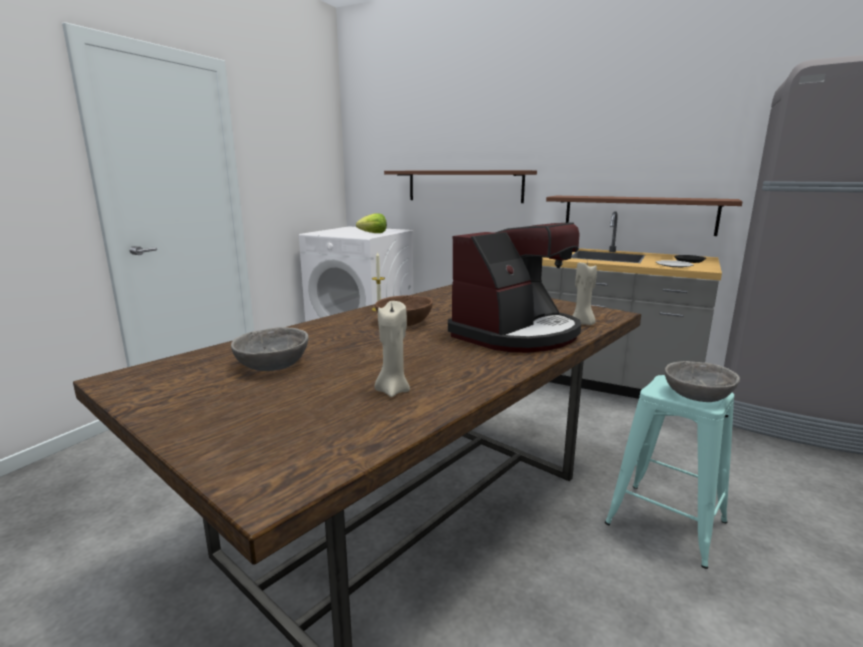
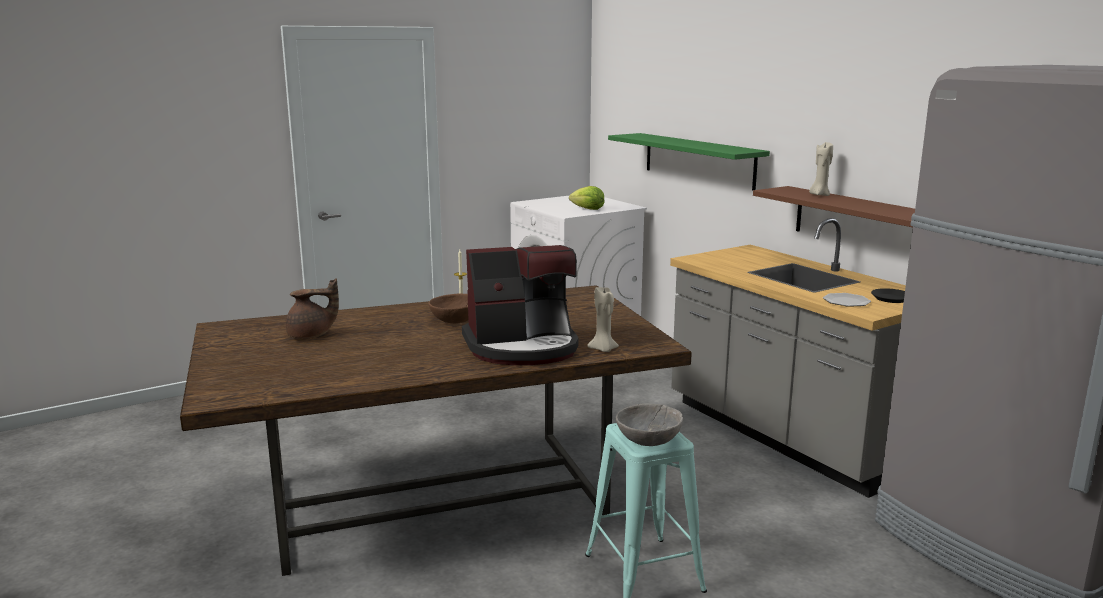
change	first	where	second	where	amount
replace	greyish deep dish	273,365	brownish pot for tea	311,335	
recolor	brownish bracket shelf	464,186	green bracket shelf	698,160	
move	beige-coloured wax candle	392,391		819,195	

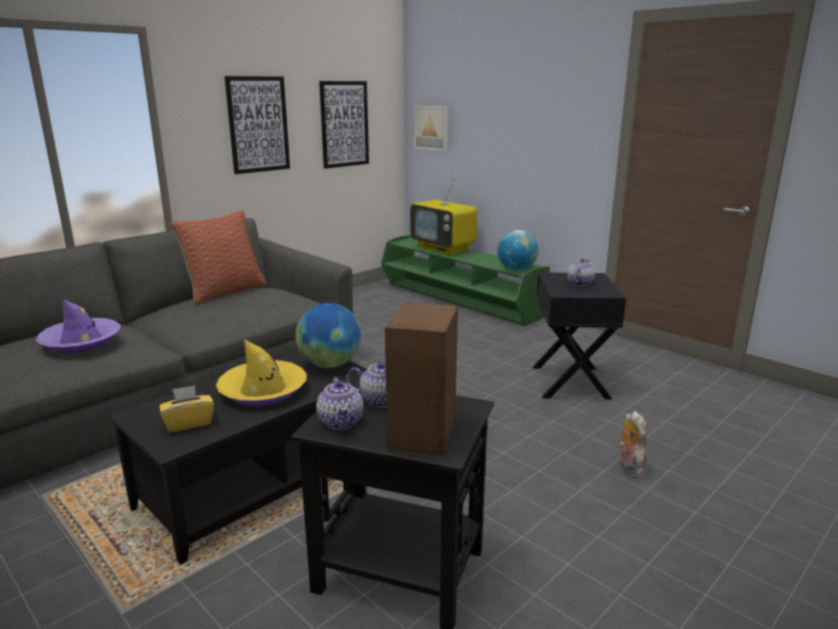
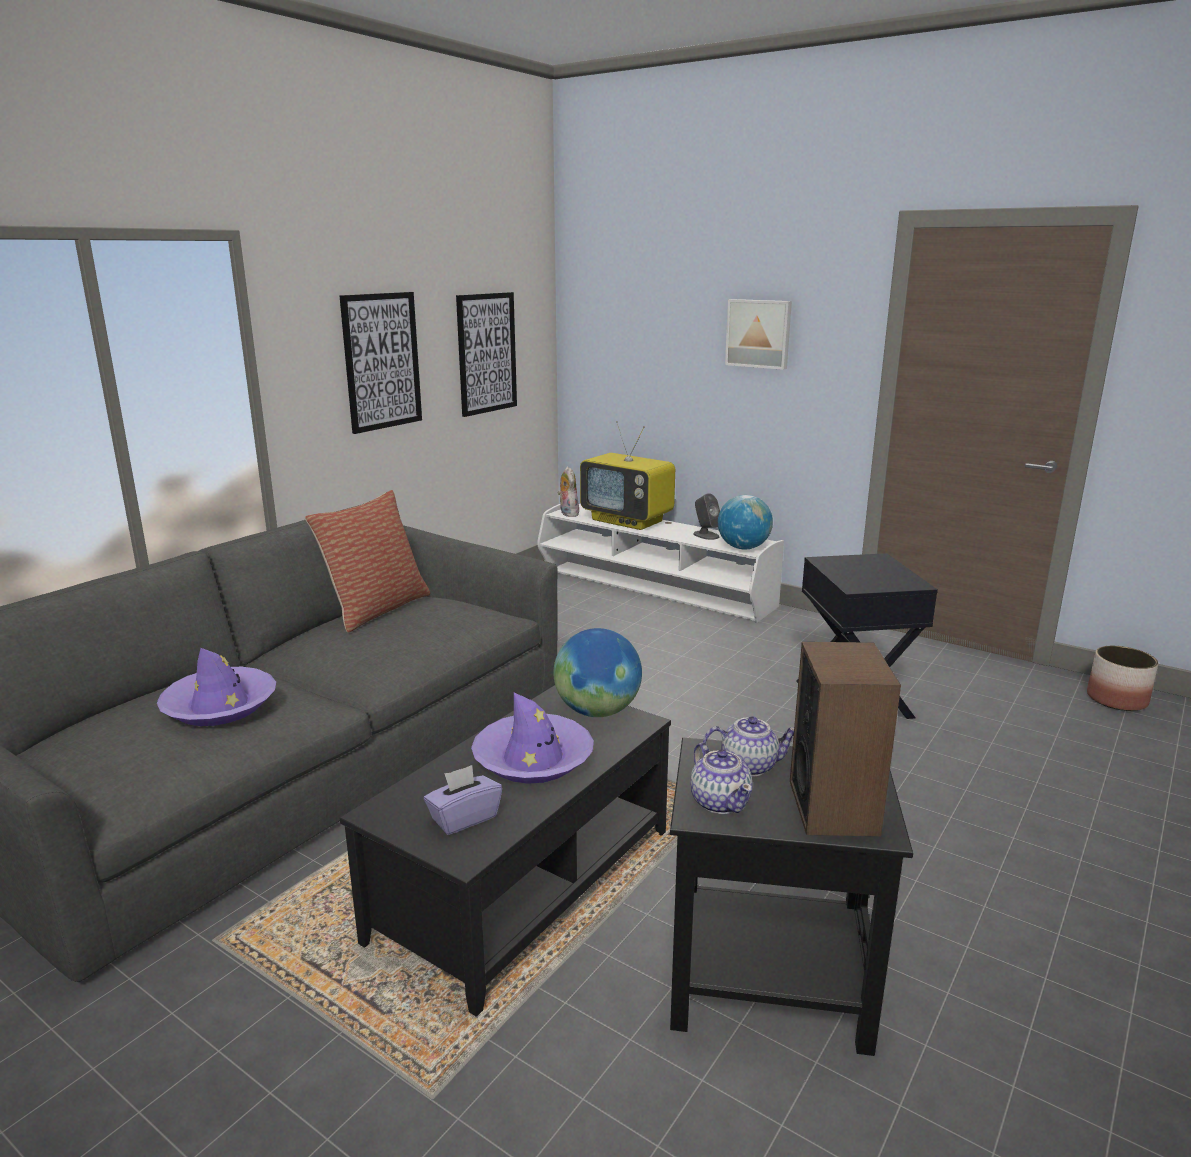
change	first	where	second	where	amount
recolor	yellow tissue box	189,423	purple-coloured tissue box	464,818	
recolor	yellow clothing hat	263,390	purple-coloured clothing hat	533,759	
recolor	green media console	458,301	whitish media console	653,591	
move	plush toy	628,468		567,513	
insert			greyish audio speaker	706,535	
move	wall art	432,127		759,333	
insert			plant pot	1117,700	
delete	pot for tea	579,283			

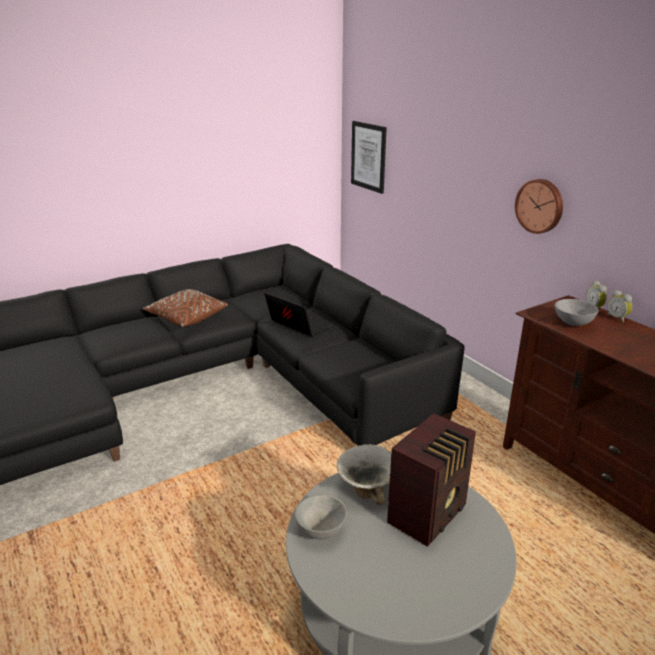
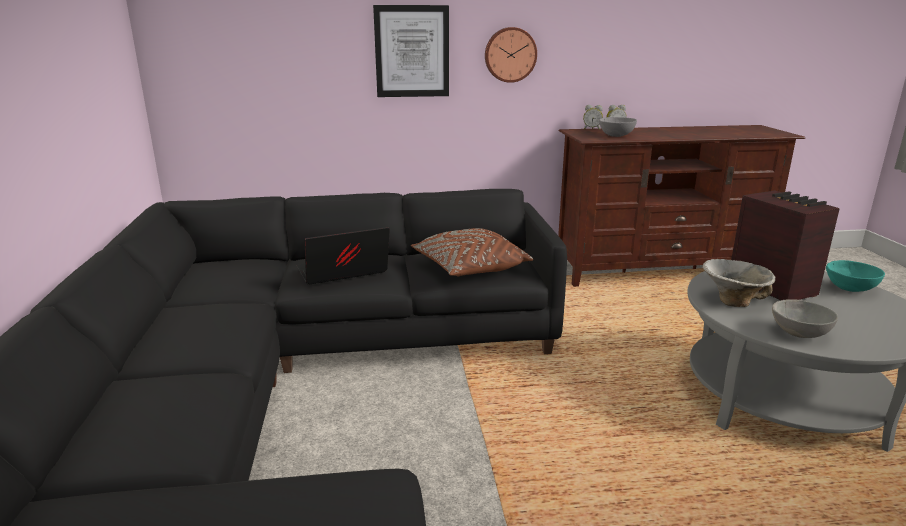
change	first	where	second	where	amount
move	wall art	368,156		412,51	
move	brownish throw pillow	186,317		469,268	
insert			blue-green deep dish	850,289	

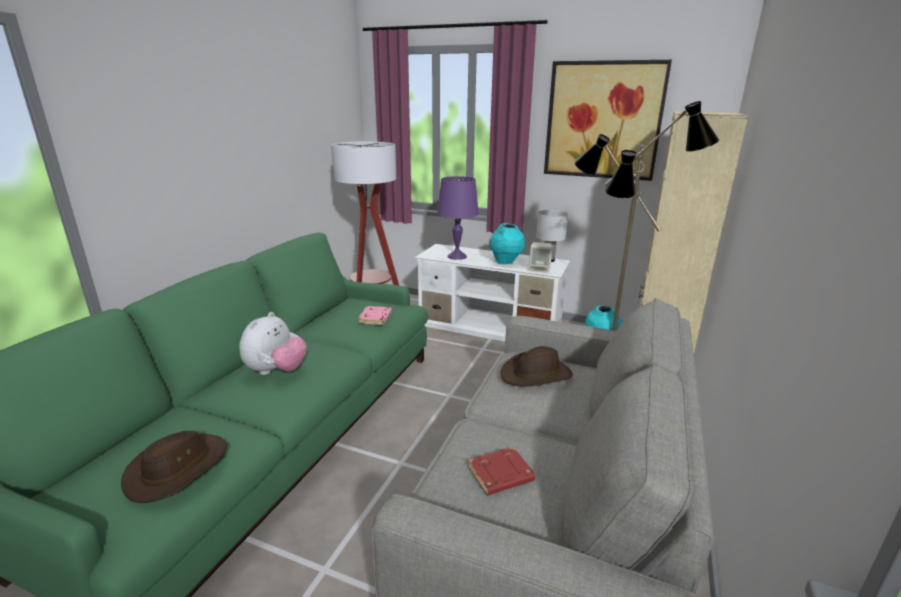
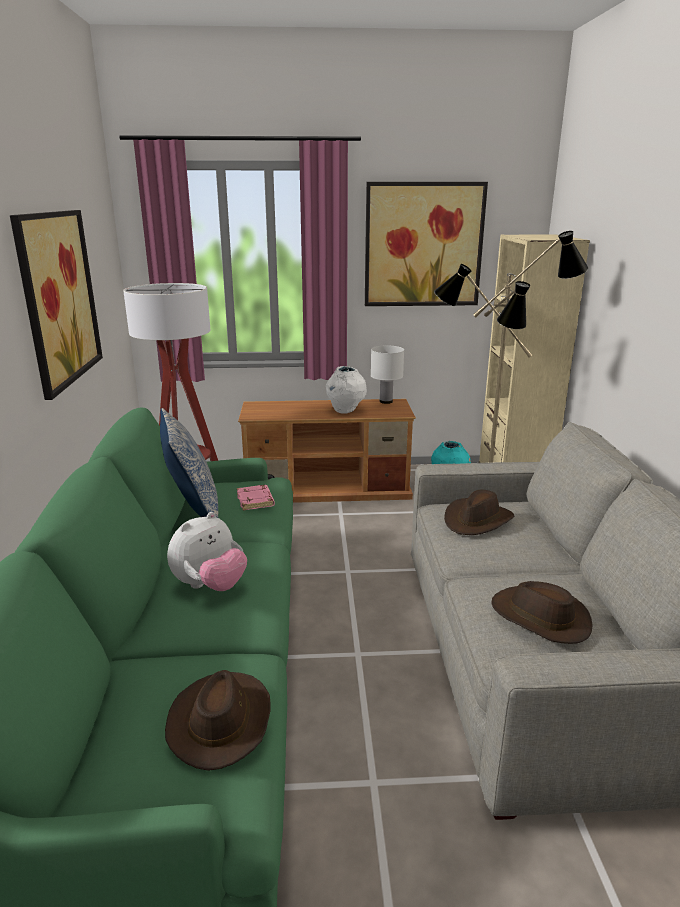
change	first	where	second	where	amount
insert			wall art	58,298	
insert			throw pillow	193,509	
rotate	plush toy	276,371		210,586	45 degrees clockwise
recolor	whitish media console	490,326	brownish media console	328,488	
recolor	blue-green flower vase	505,262	whitish flower vase	345,411	
replace	red volume	500,476	brownish clothing hat	540,618	
delete	purple-coloured tabletop lamp	457,256			
delete	beige-coloured audio speaker	540,269			

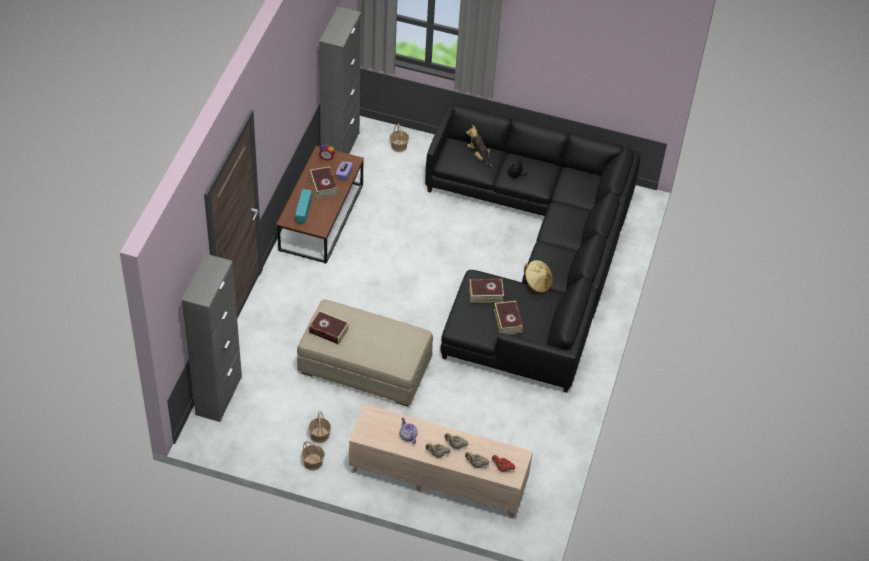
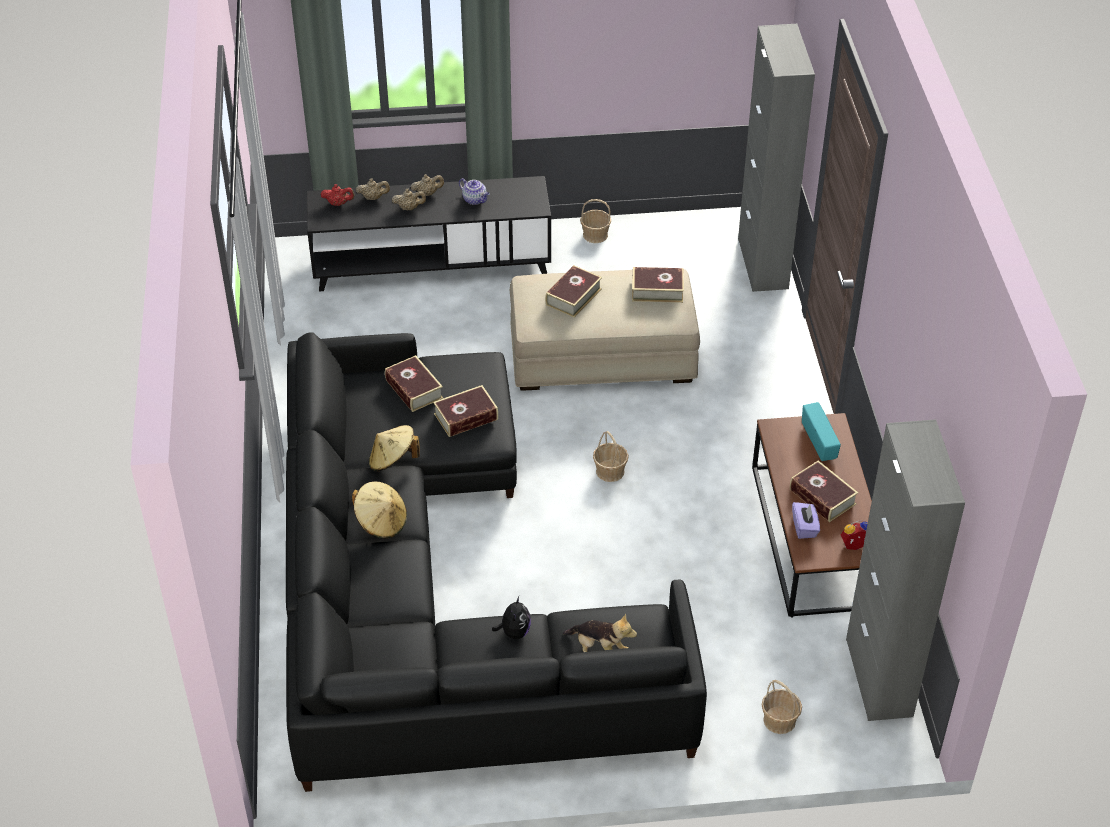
change	first	where	second	where	amount
recolor	beige-coloured media console	438,478	black-coloured media console	432,265	
insert			beige-coloured clothing hat	381,522	
insert			volume	573,297	
move	basket	319,435		610,471	

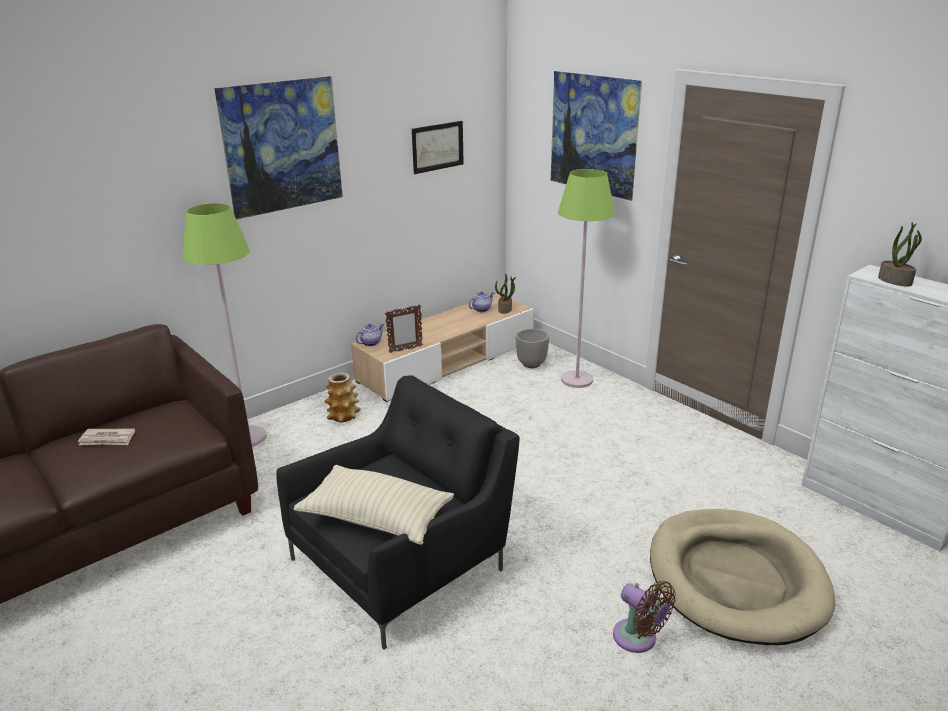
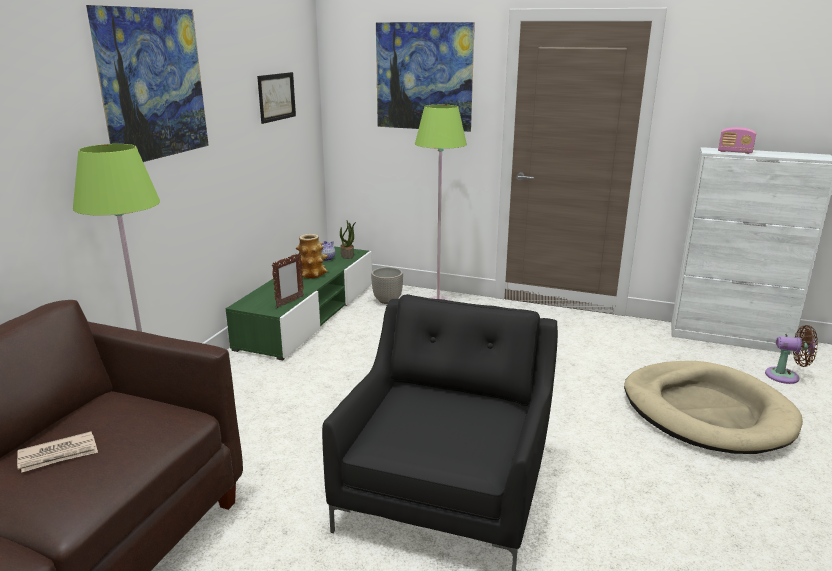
change	first	where	second	where	amount
recolor	beige-coloured media console	447,362	green media console	309,314	
move	flower vase	344,416		312,274	
replace	houseplant	895,281	radio	734,152	
move	brownish cooling fan	638,639		786,376	
delete	beige-coloured throw pillow	376,518			
delete	pot for tea	371,343			

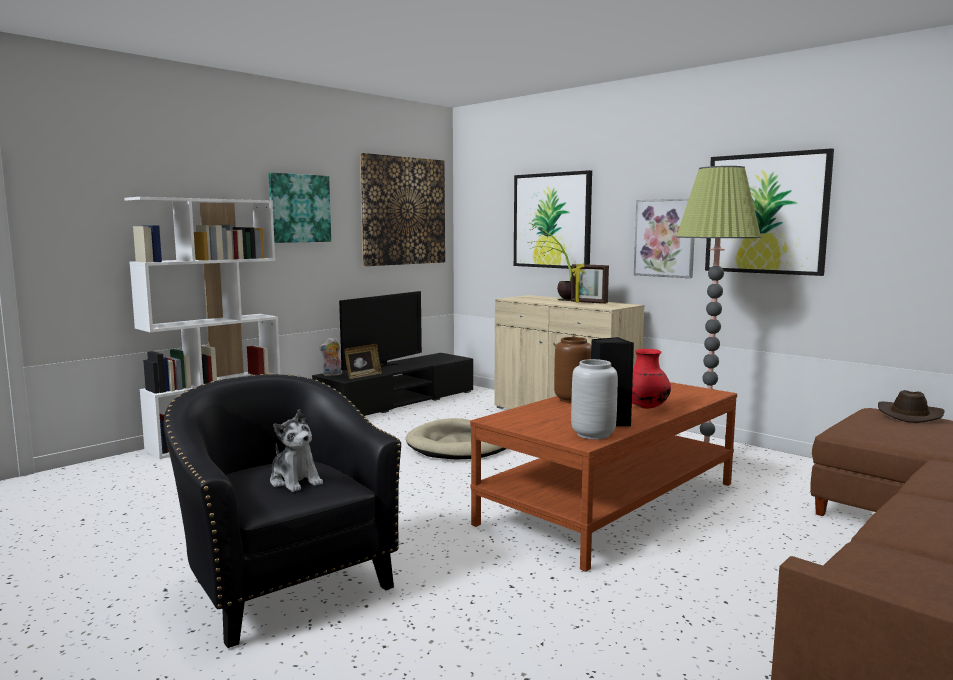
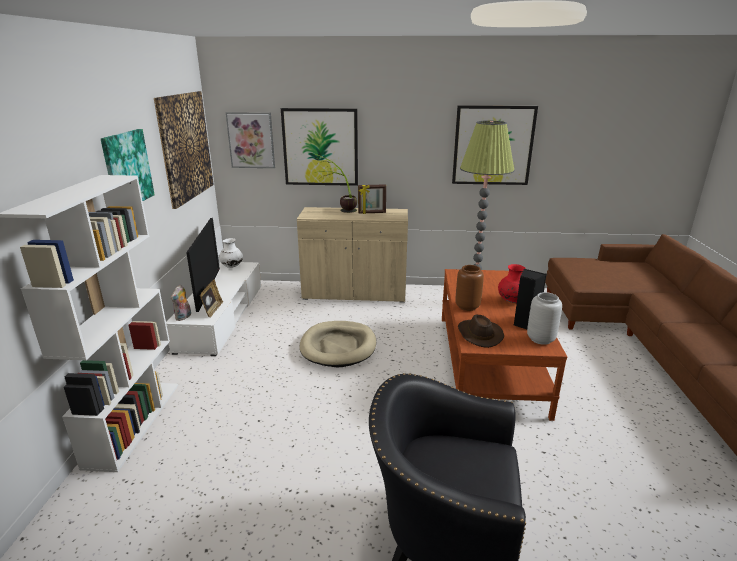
change	first	where	second	where	amount
recolor	black-coloured media console	398,402	whitish media console	222,317	
insert			whitish flower vase	232,266	
move	wall art	665,238		251,140	
move	brownish clothing hat	909,415		479,334	
delete	plush toy	295,481			

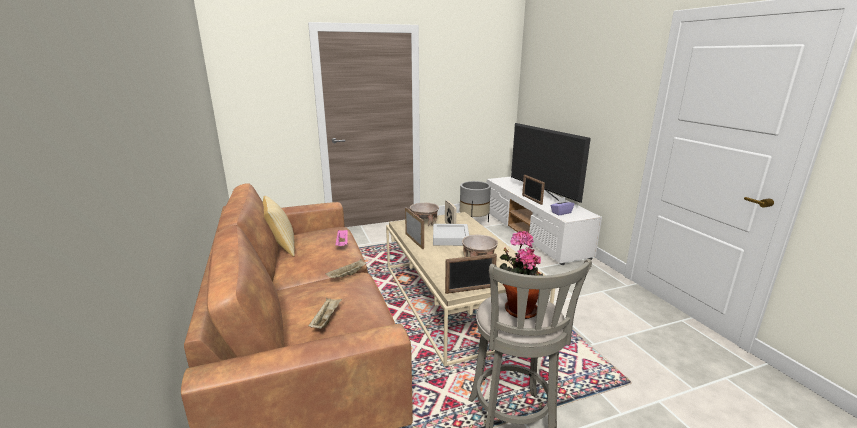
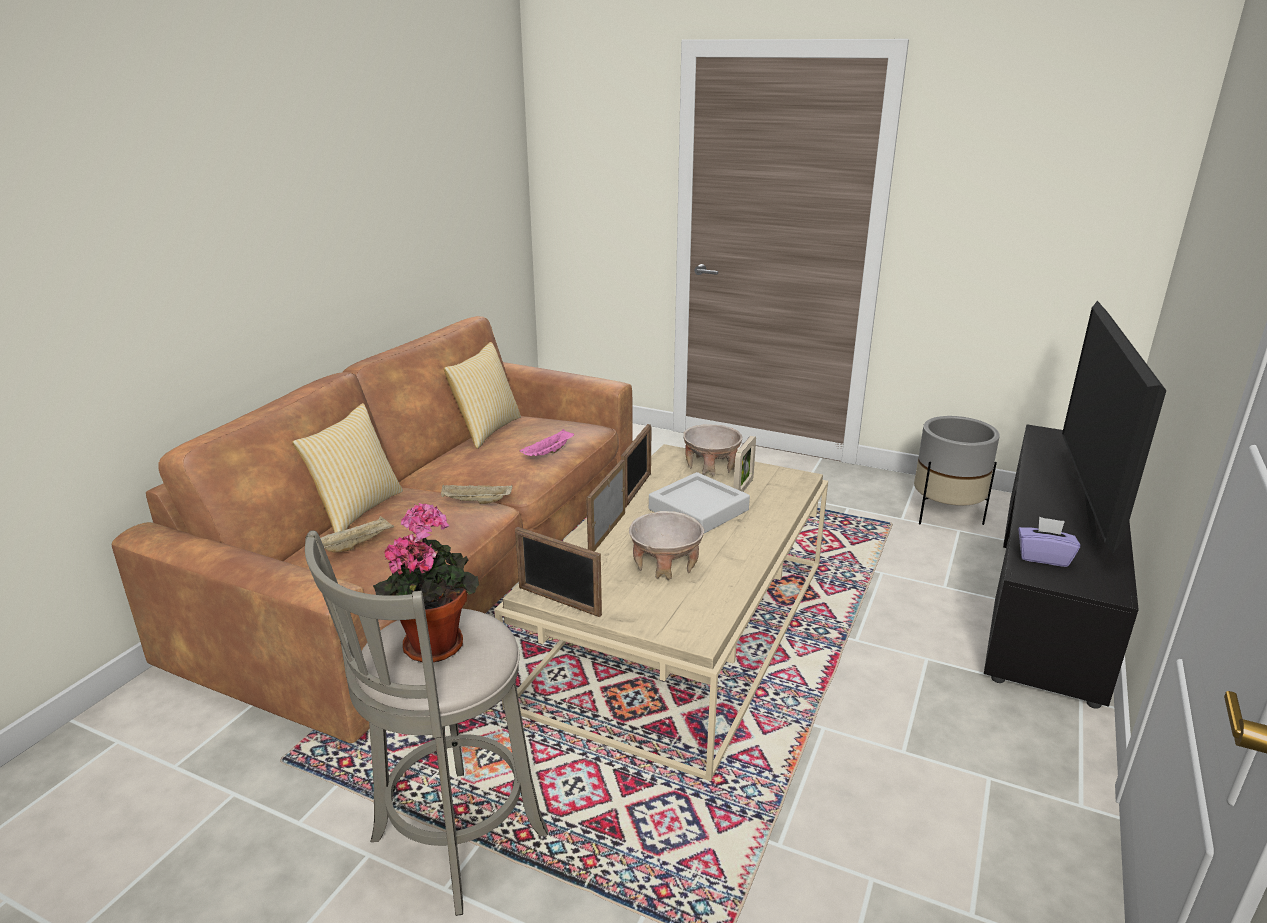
change	first	where	second	where	amount
insert			throw pillow	356,510	
move	picture frame	531,200		607,532	
recolor	whitish media console	533,233	black-coloured media console	1050,590	

